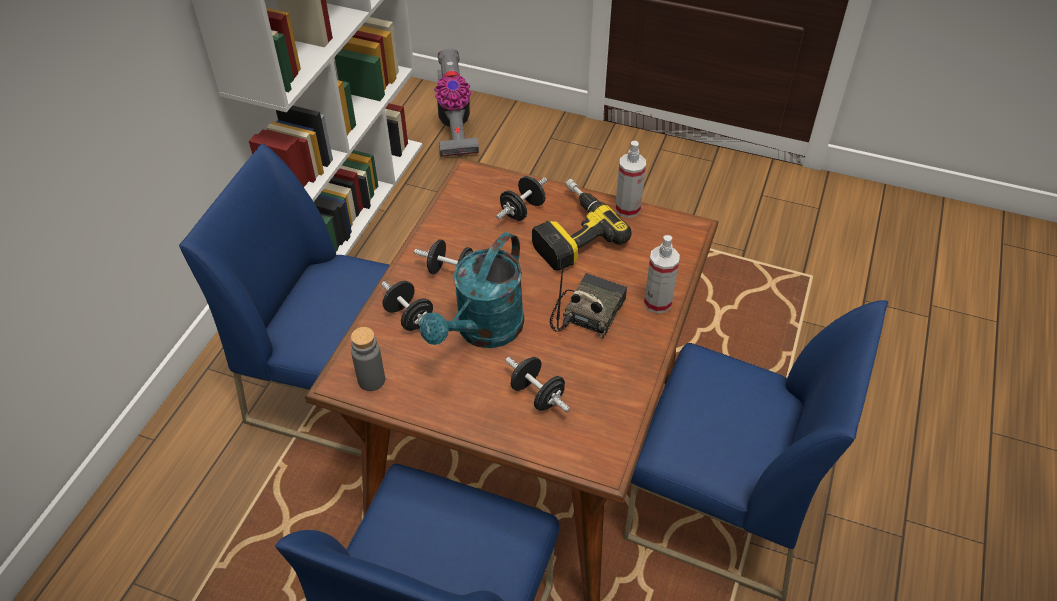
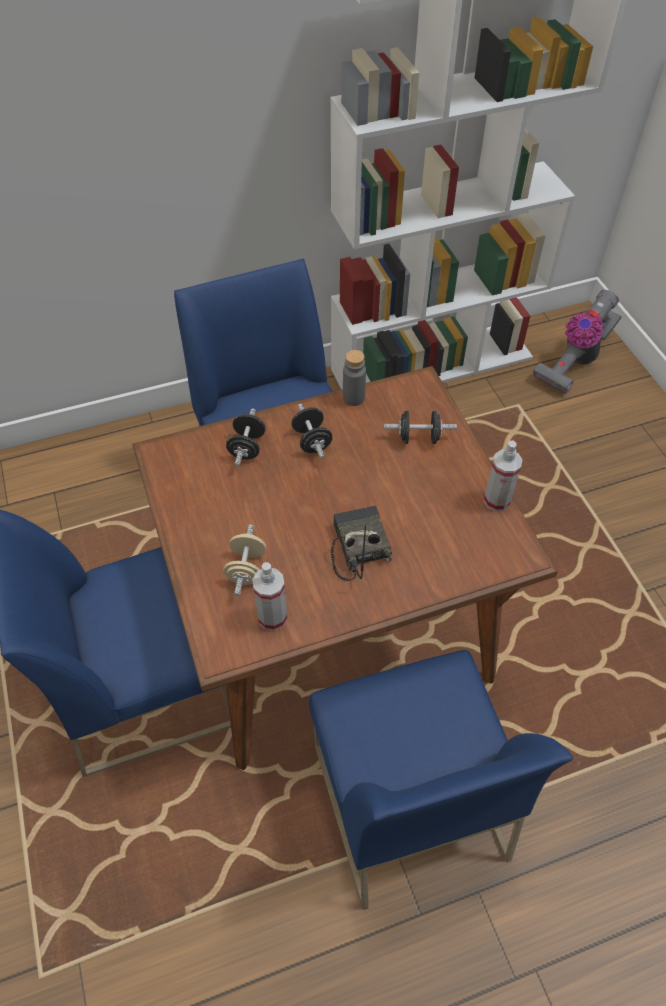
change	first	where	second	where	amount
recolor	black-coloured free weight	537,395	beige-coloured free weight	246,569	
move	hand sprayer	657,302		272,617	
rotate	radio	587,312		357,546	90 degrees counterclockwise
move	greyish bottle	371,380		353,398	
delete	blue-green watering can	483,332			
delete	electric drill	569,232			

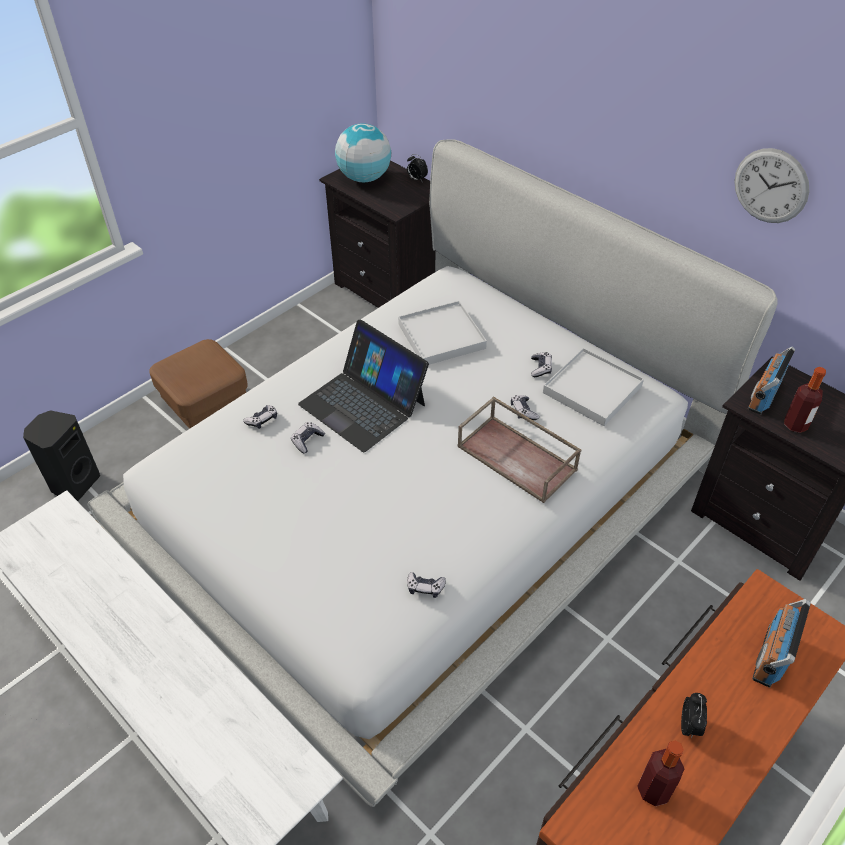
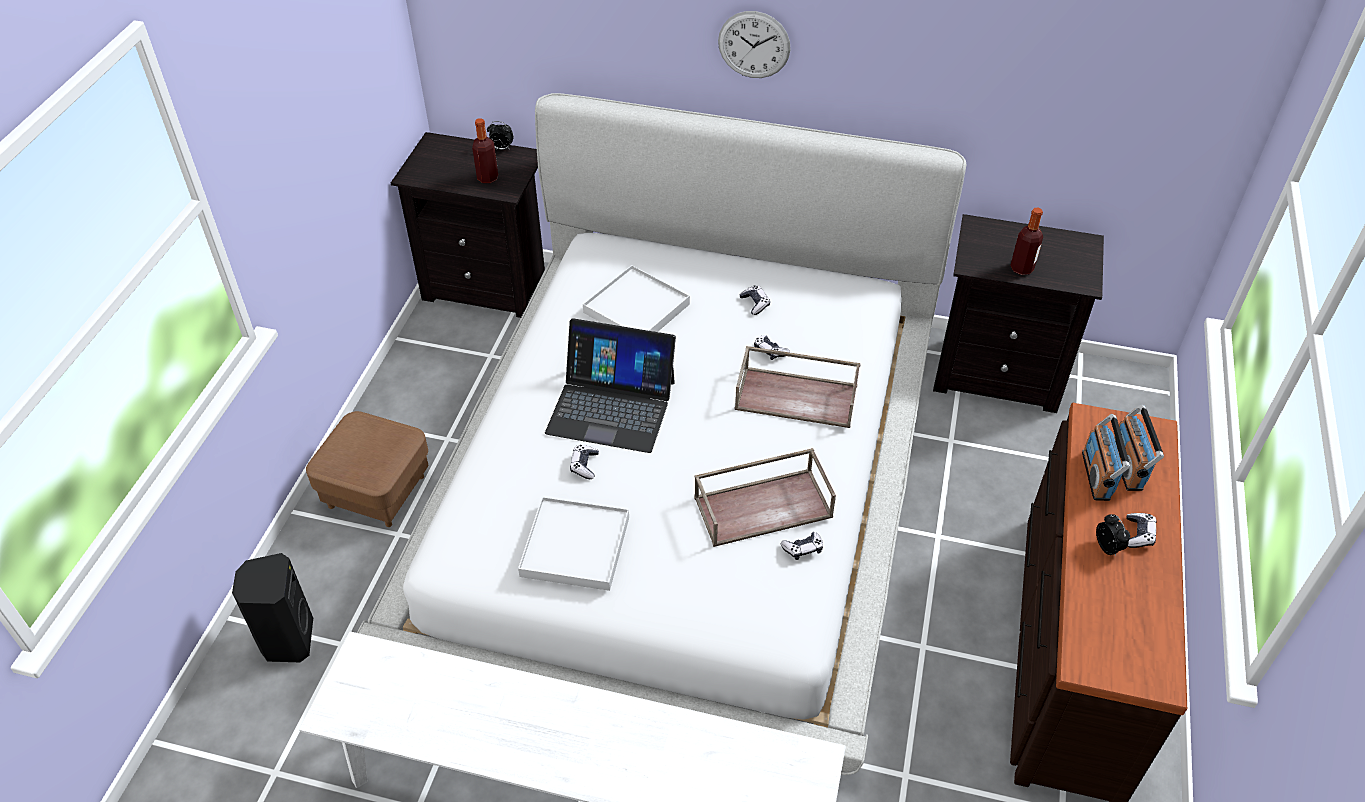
change	first	where	second	where	amount
move	bottle	653,790		487,178	
move	whitish serving tray	592,389		575,546	
insert			brownish serving tray	764,506	
move	wall clock	771,186		754,45	
move	radio	763,396		1097,476	
move	game controller	262,420		1138,534	
delete	globe	364,178			

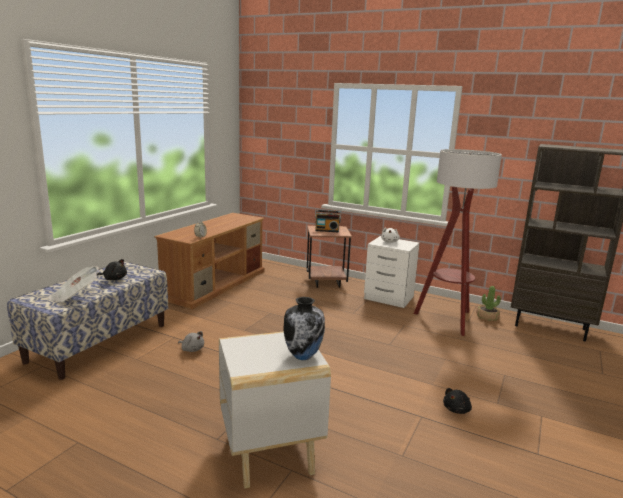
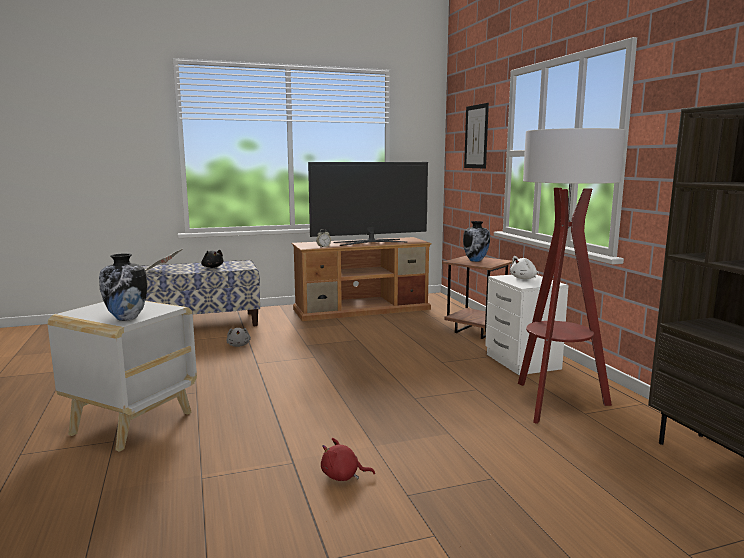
change	first	where	second	where	amount
insert			TV set	370,242	
recolor	black-coloured plush toy	457,409	red plush toy	343,476	
replace	radio	327,230	flower vase	476,260	
insert			wall art	476,136	
delete	houseplant	487,317			

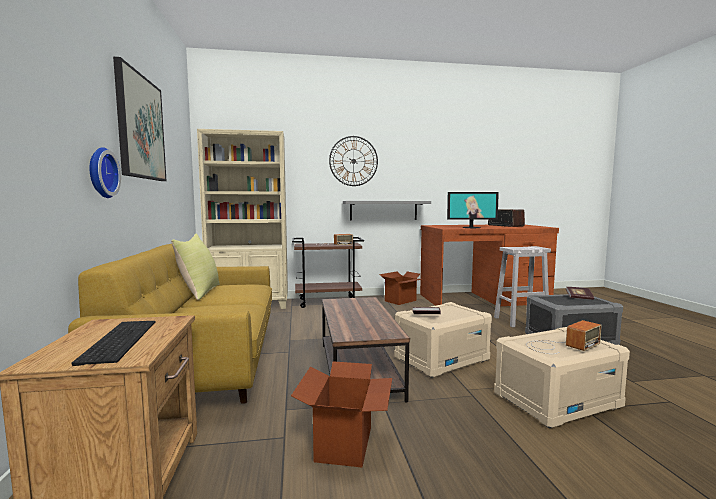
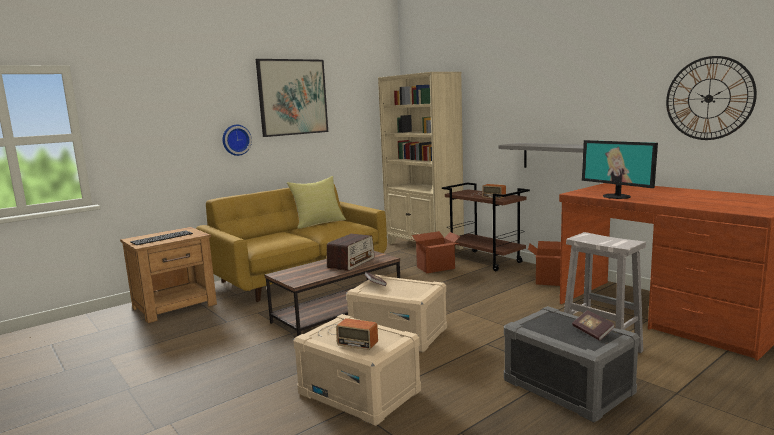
change	first	where	second	where	amount
move	radio	505,225		351,263	
move	packing box	345,443		436,268	
move	wall clock	353,161		709,98	

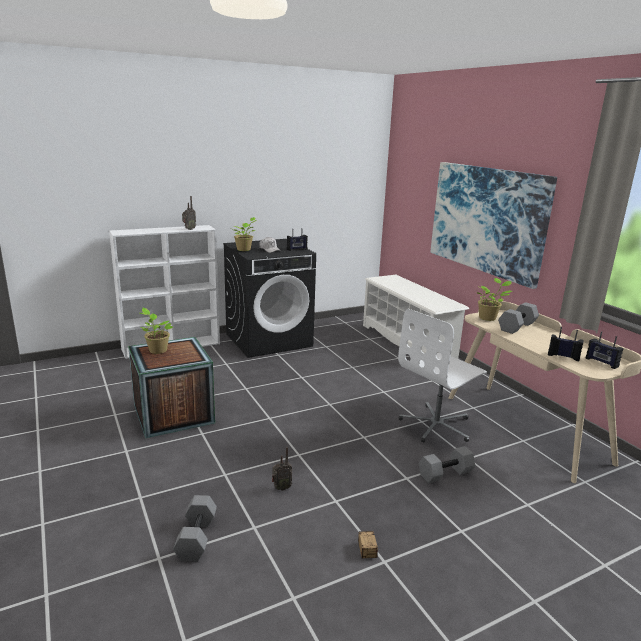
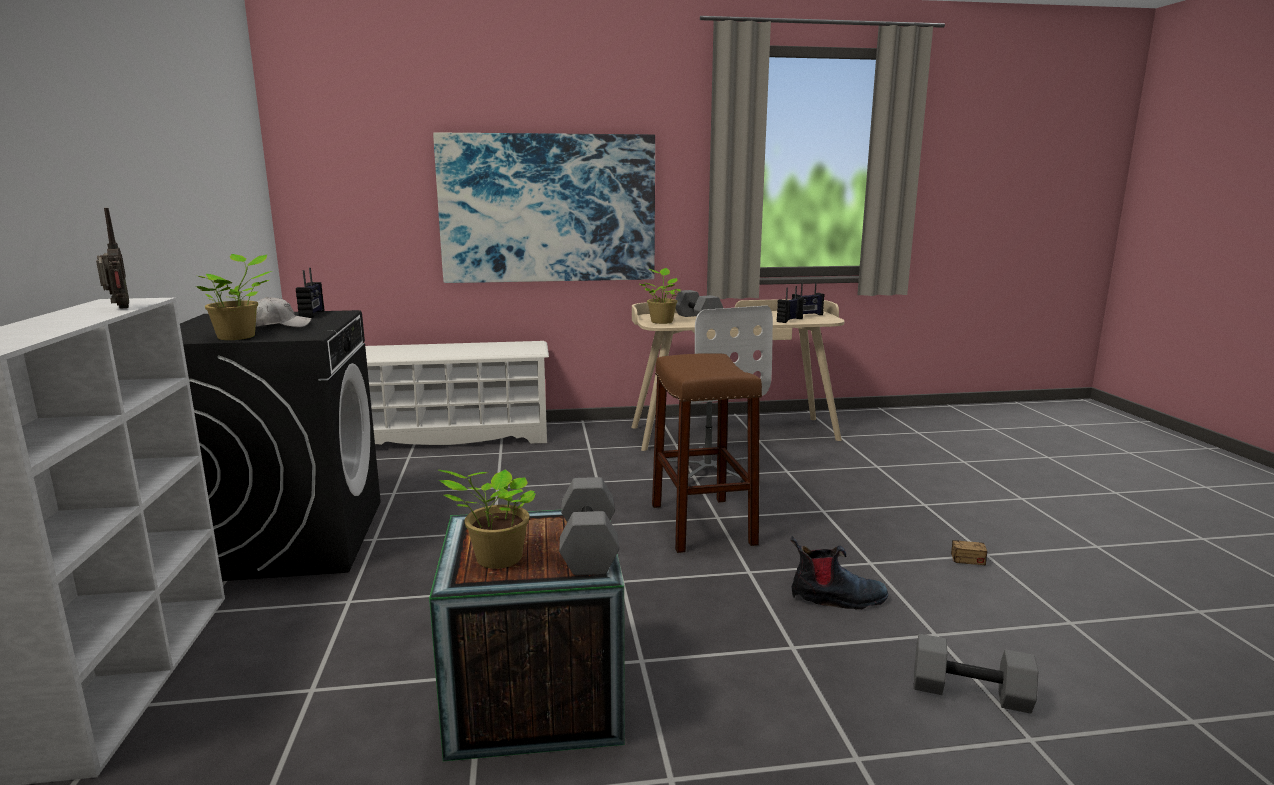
change	first	where	second	where	amount
move	greyish free weight	445,474		590,547	
insert			brownish stool	702,524	
replace	radio	281,488	boot	837,599	

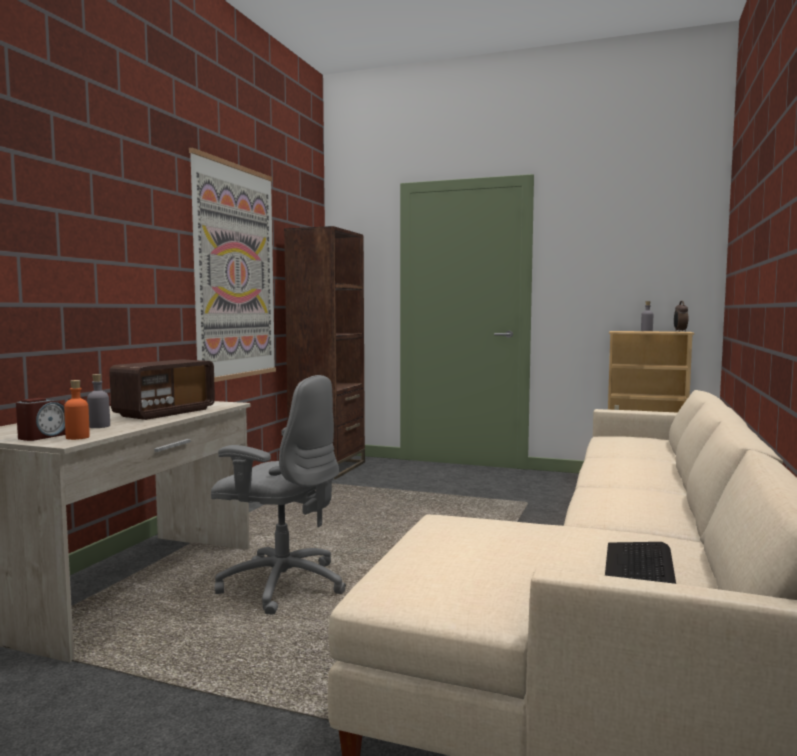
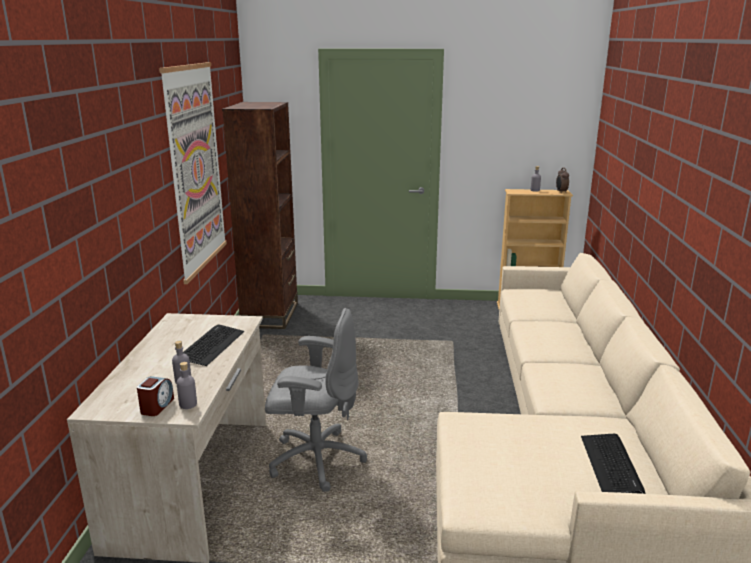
change	first	where	second	where	amount
recolor	orange bottle	77,437	greyish bottle	188,404	
replace	radio	165,412	keyboard	210,346	

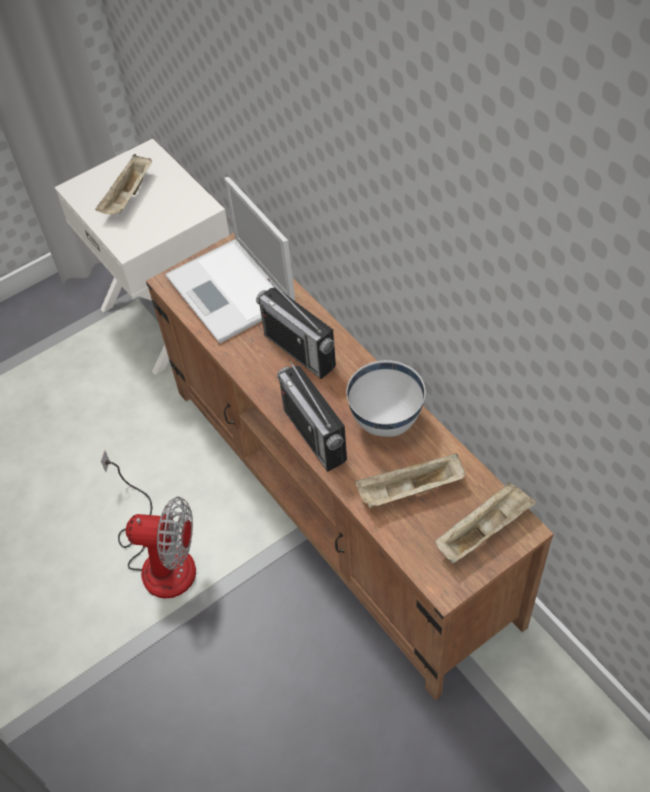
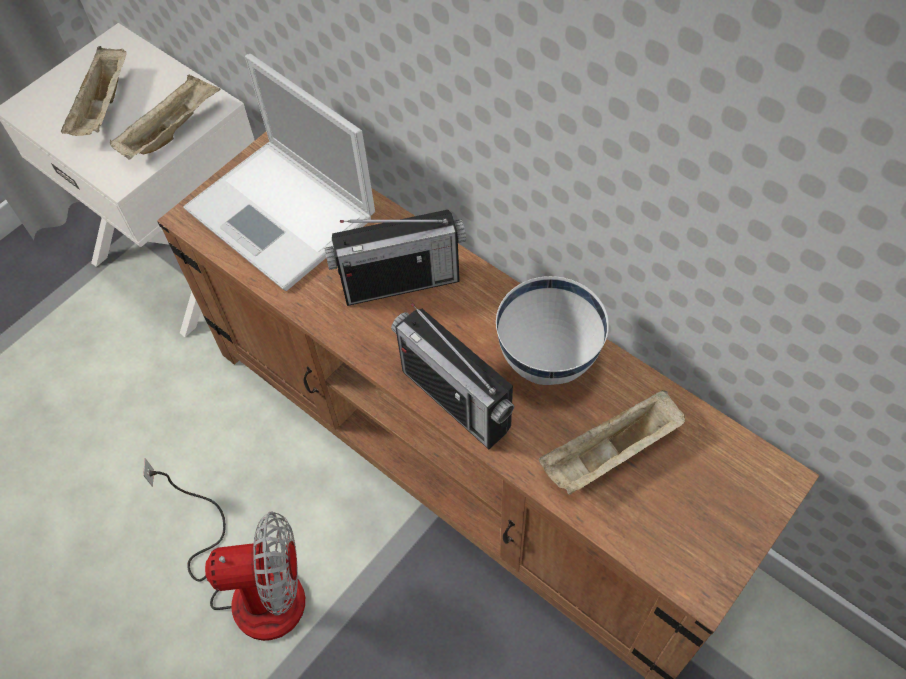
change	first	where	second	where	amount
move	beige-coloured serving tray	484,530		172,130	
rotate	radio	299,351		400,282	45 degrees counterclockwise

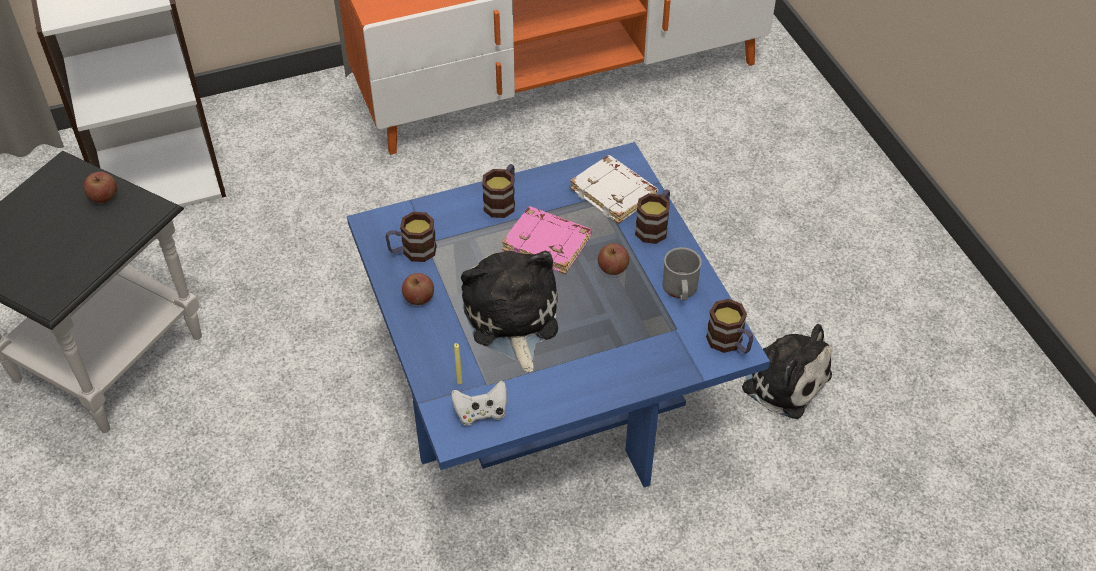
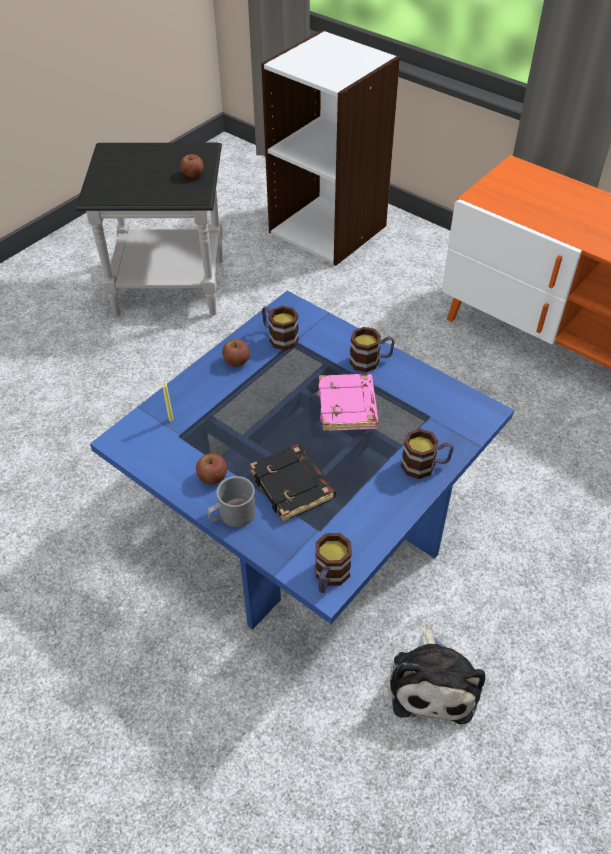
change	first	where	second	where	amount
move	apple fruit	613,268		212,477	
move	greyish coffee mug	680,290		232,516	
insert			black-coloured volume	294,486	
delete	whitish game controller	481,412			
delete	plush toy	511,320			
delete	whitish volume	615,193			

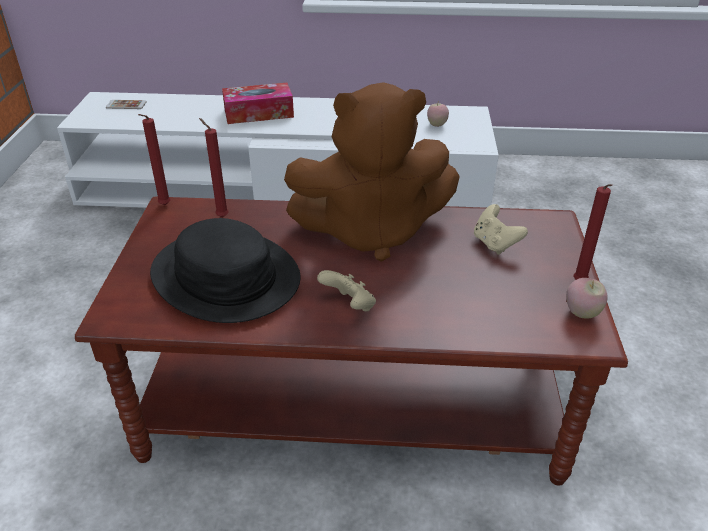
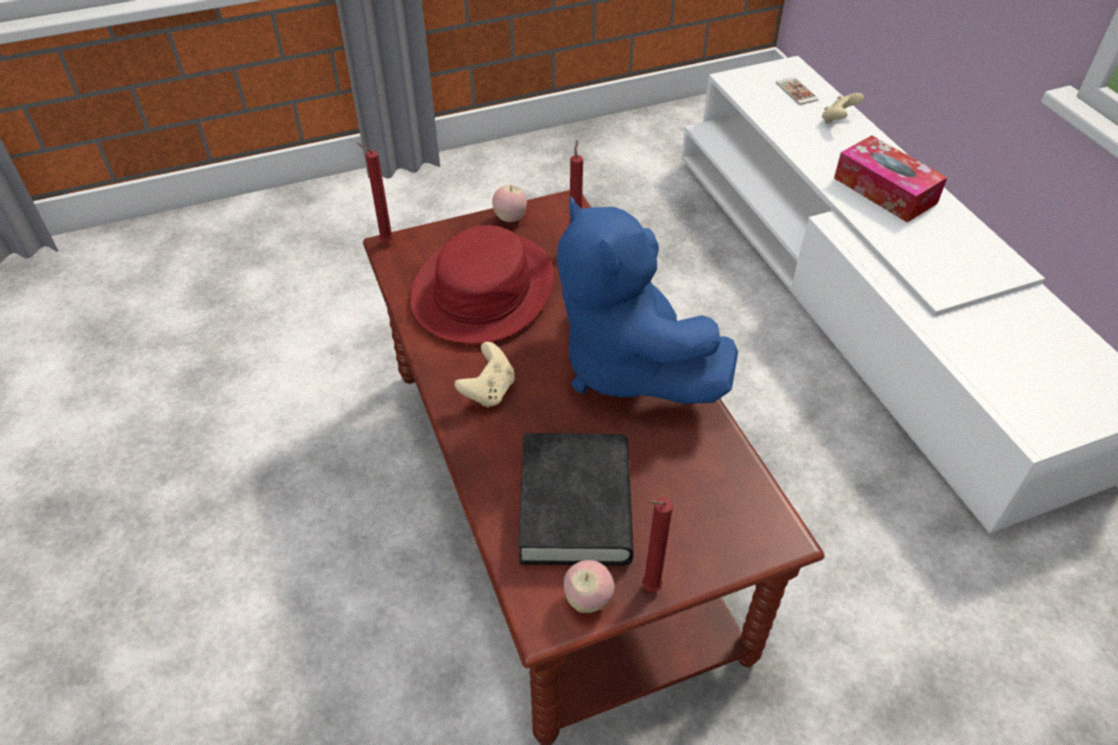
change	first	where	second	where	amount
move	red wax candle	163,206		384,242	
recolor	black-coloured clothing hat	225,277	red clothing hat	482,289	
move	apple fruit	437,125		510,218	
insert			black-coloured volume	575,506	
recolor	brownish plush toy	371,231	blue-coloured plush toy	626,365	
move	beige-coloured game controller	495,244		838,120	

